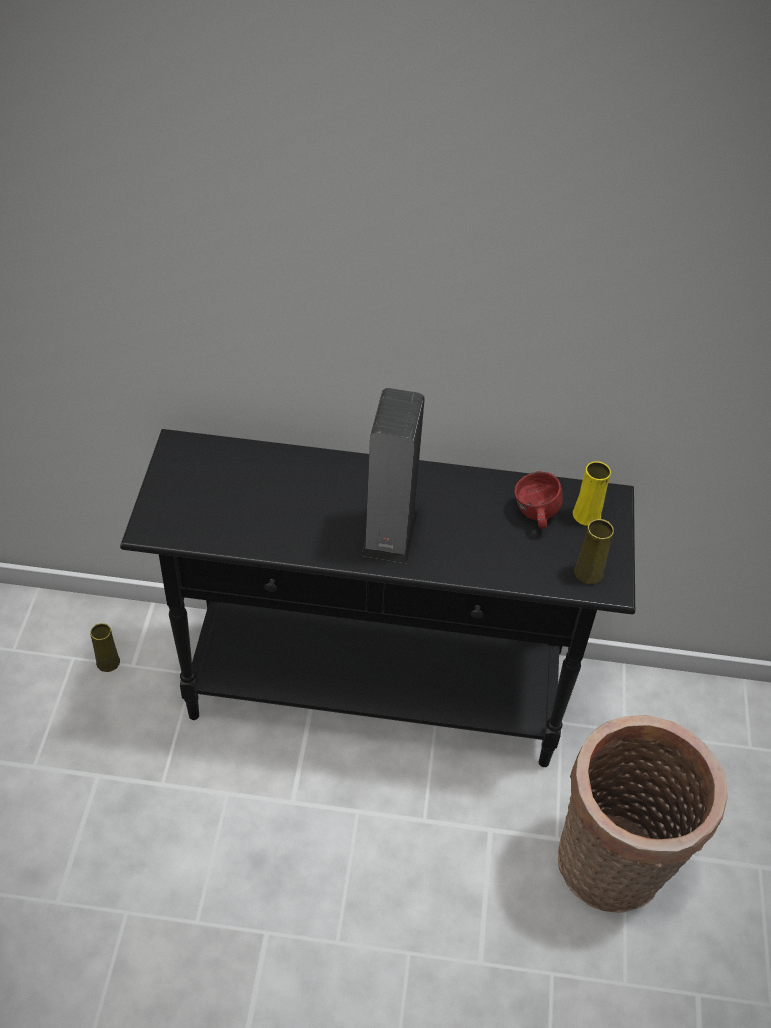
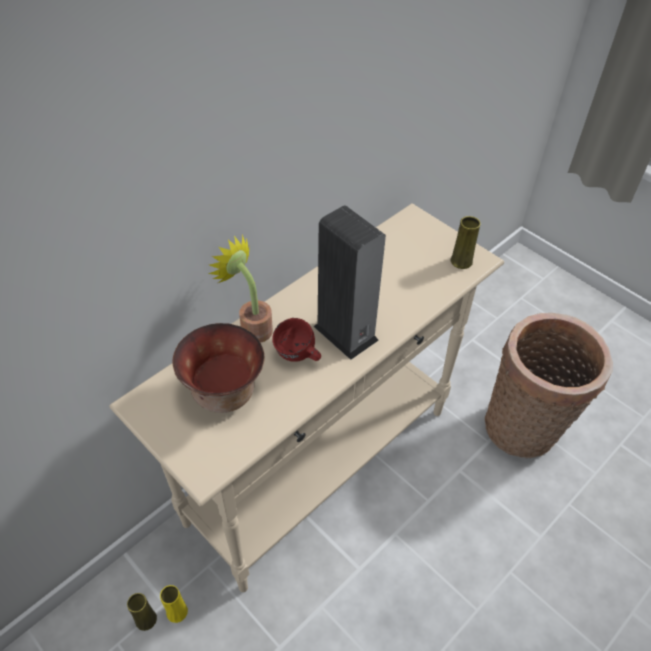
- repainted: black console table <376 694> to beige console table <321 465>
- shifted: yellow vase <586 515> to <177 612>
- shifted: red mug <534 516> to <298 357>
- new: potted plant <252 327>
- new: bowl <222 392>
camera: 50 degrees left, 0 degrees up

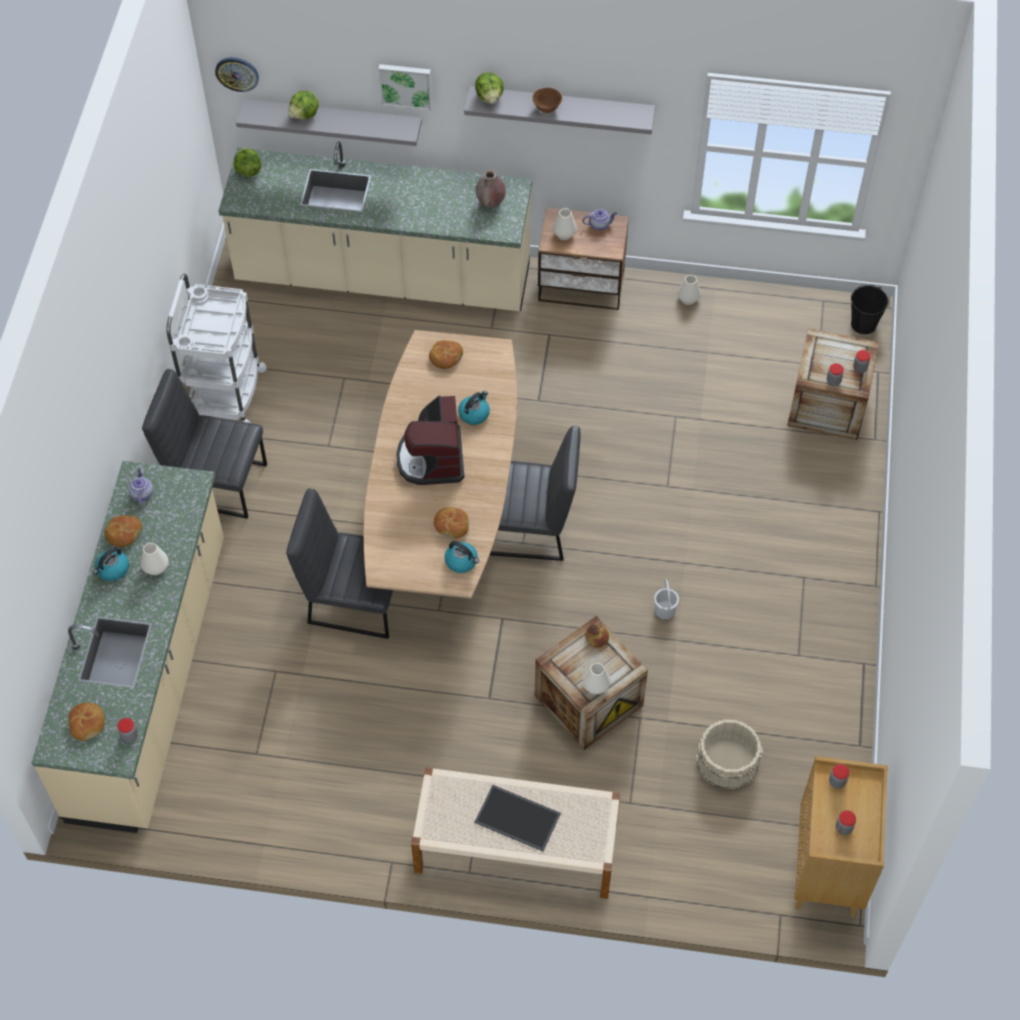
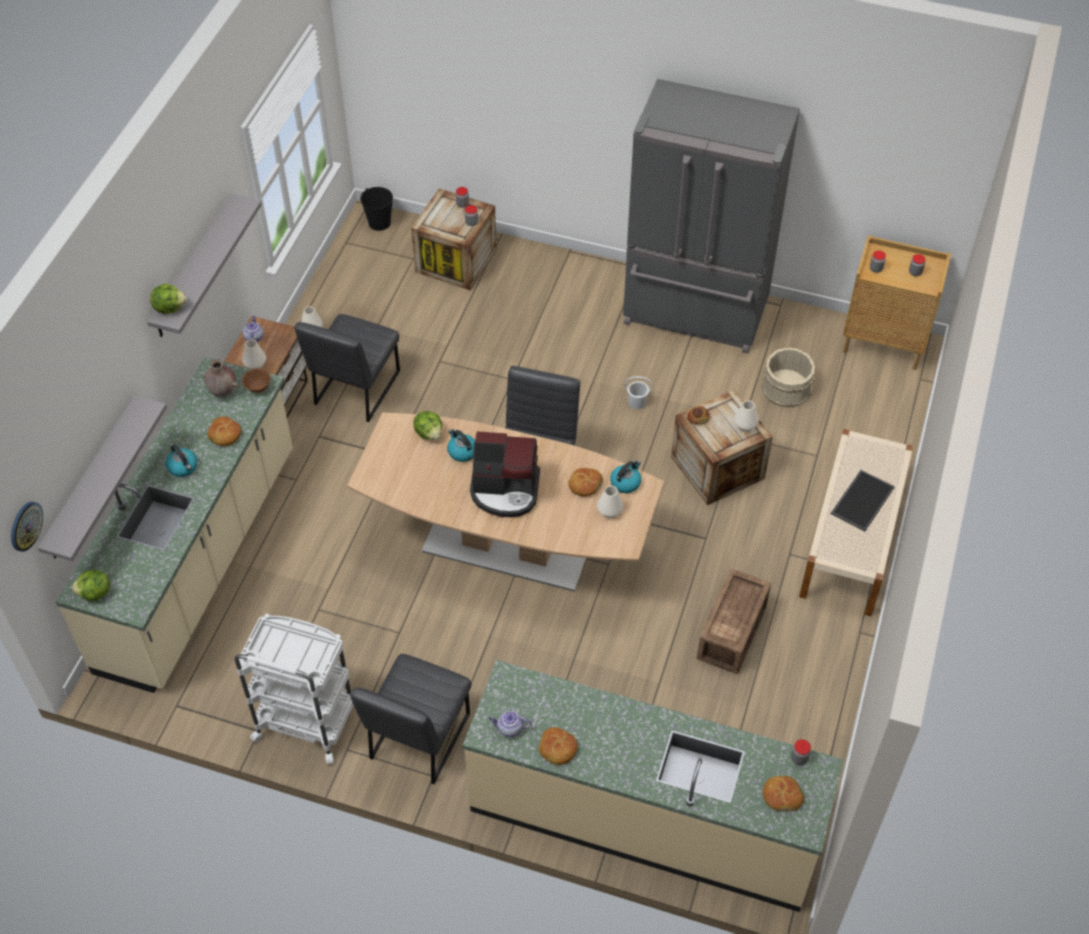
- gone: picture <406 85>
- shifted: brown bowl <546 108> to <257 388>
- shifted: lettuce <305 115> to <429 433>
- shifted: bread <445 357> to <224 435>
- shifted: grey chair <353 600> to <355 389>
- shifted: white vase <156 567> to <610 511>
- shifted: kettle <112 569> to <183 467>
- new: grey fridge <695 312>
- new: crate <733 631>
camera: 80 degrees left, 5 degrees down

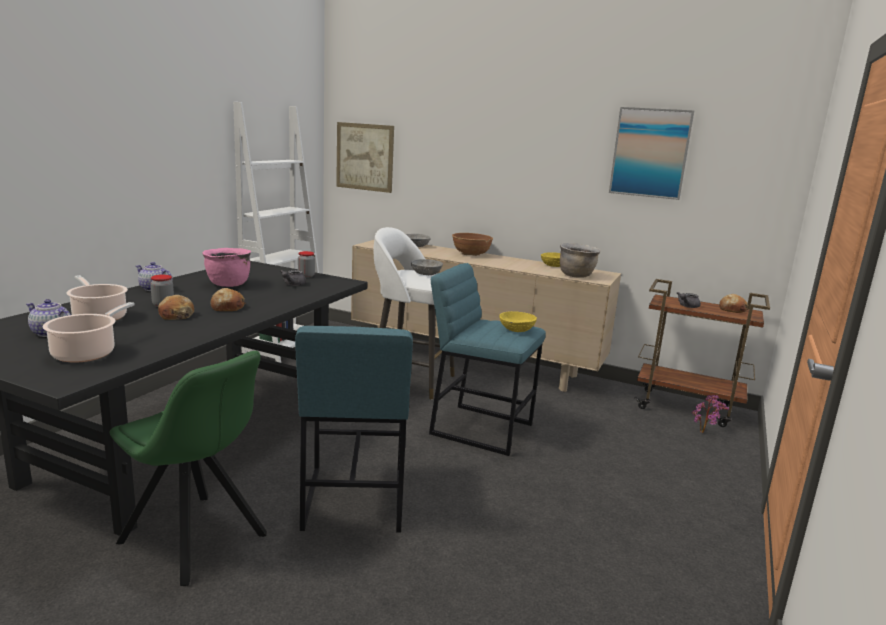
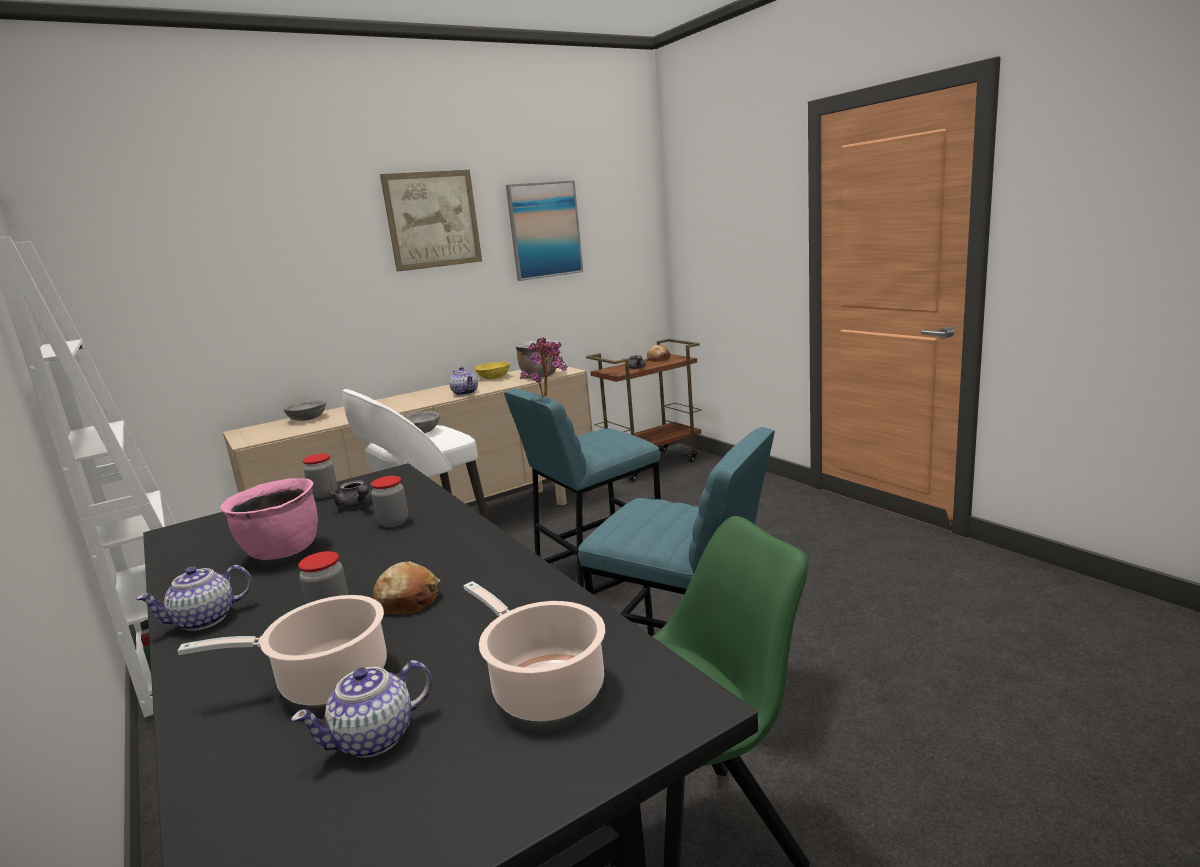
- shifted: picture <365 157> to <432 220>
- gone: brown bowl <471 254>
- gone: bread <227 307>
- gone: yellow bowl <517 329>
- shifted: potted plant <705 433> to <548 395>
- new: teapot <465 393>
- new: jar <393 522>
camera: 55 degrees left, 0 degrees up

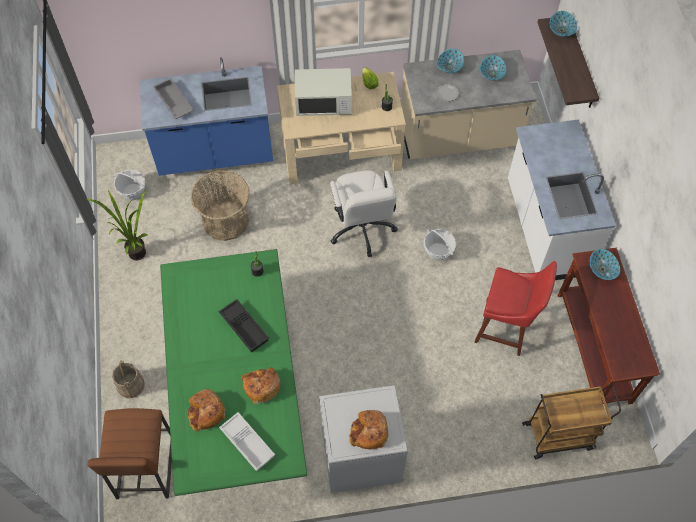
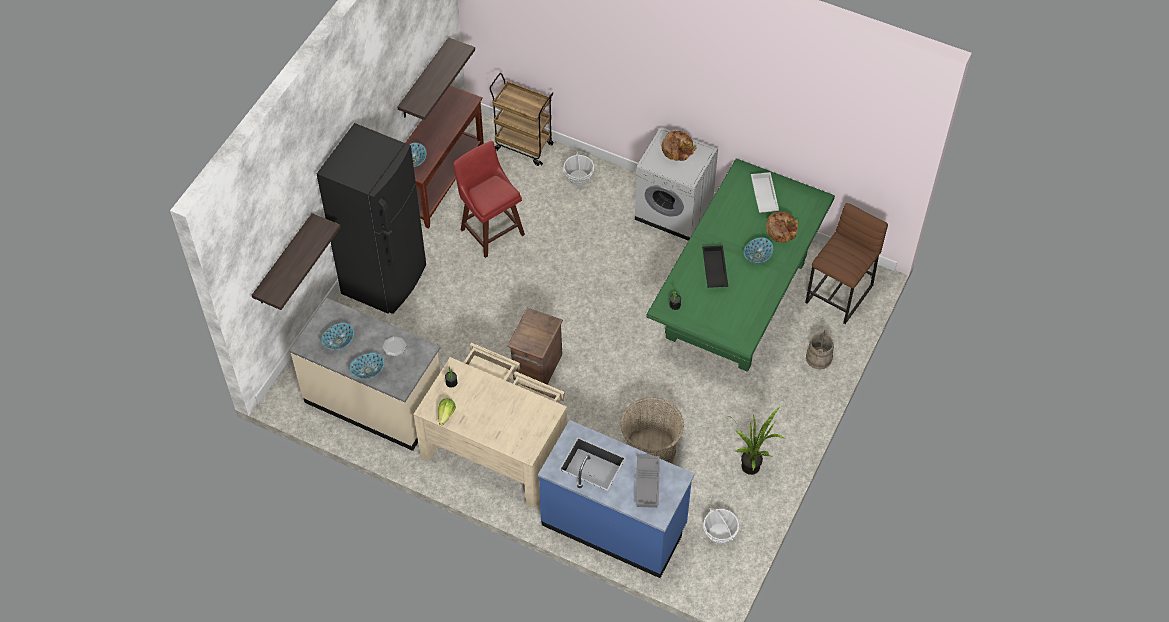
- shifted: bowl <561 30> to <757 256>
- gone: white microwave <324 103>
- swapped: white counter <545 228> to black fridge <384 280>
- swapped: white office chair <362 231> to crate <537 368>
- shifted: basket <438 251> to <578 177>
- gone: bread <261 386>
- new: shelf <424 80>
camera: 145 degrees left, 5 degrees down

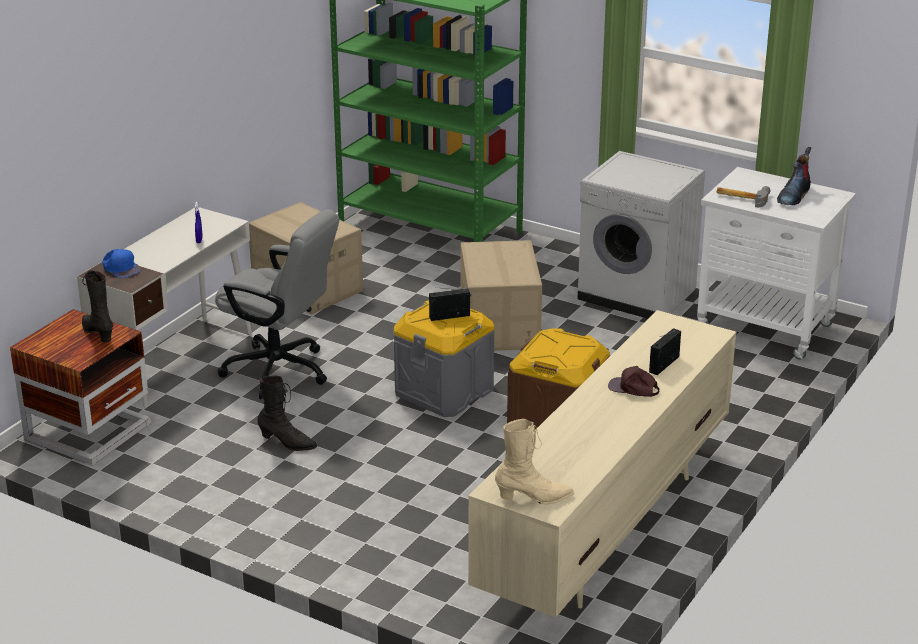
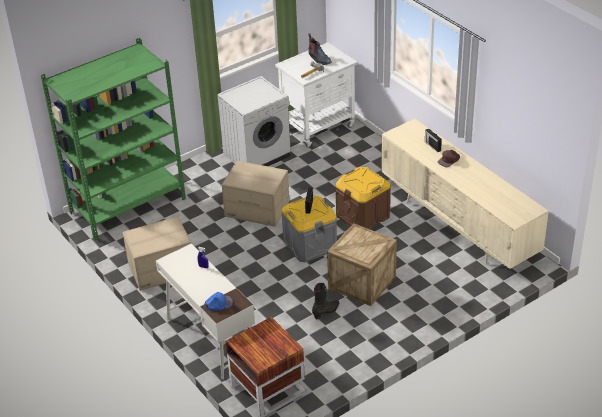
- gone: grey office chair <281 372>
- gone: black boot <98 333>
- gone: beige boot <534 498>
- new: crate <362 282>
camera: 65 degrees left, 10 degrees up

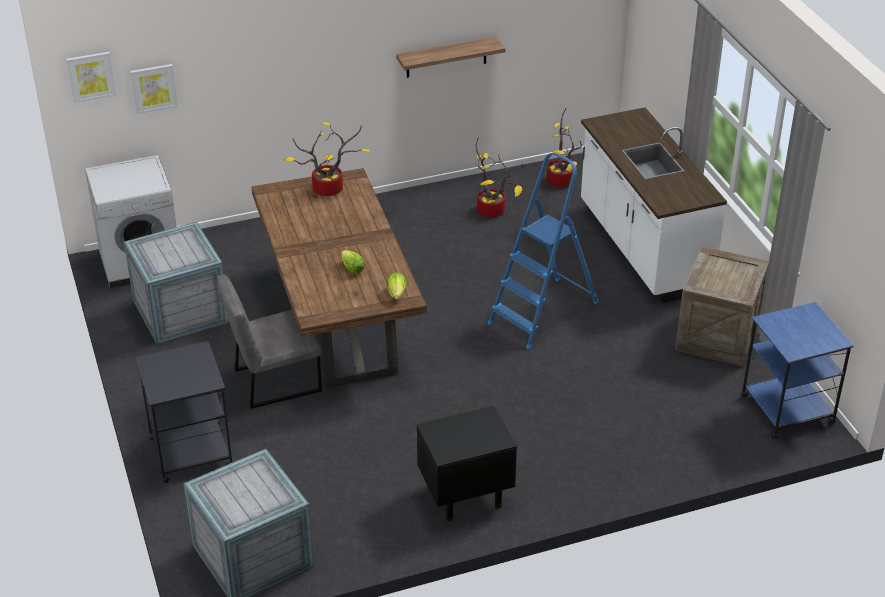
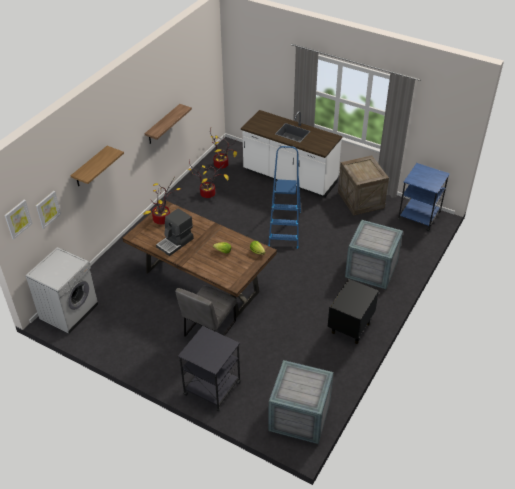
- shifted: crate <180 311> to <370 269>
- new: shelf <90 167>
- new: coffee machine <175 243>
camera: 40 degrees left, 5 degrees up

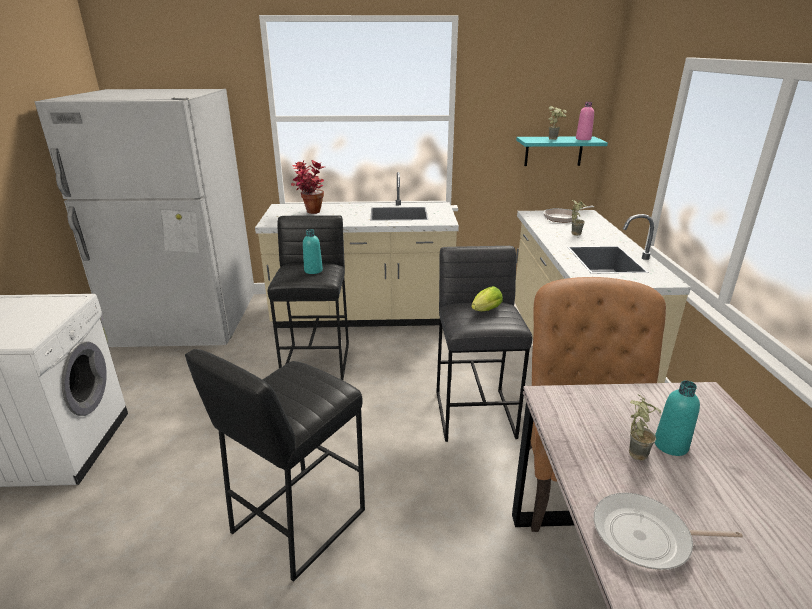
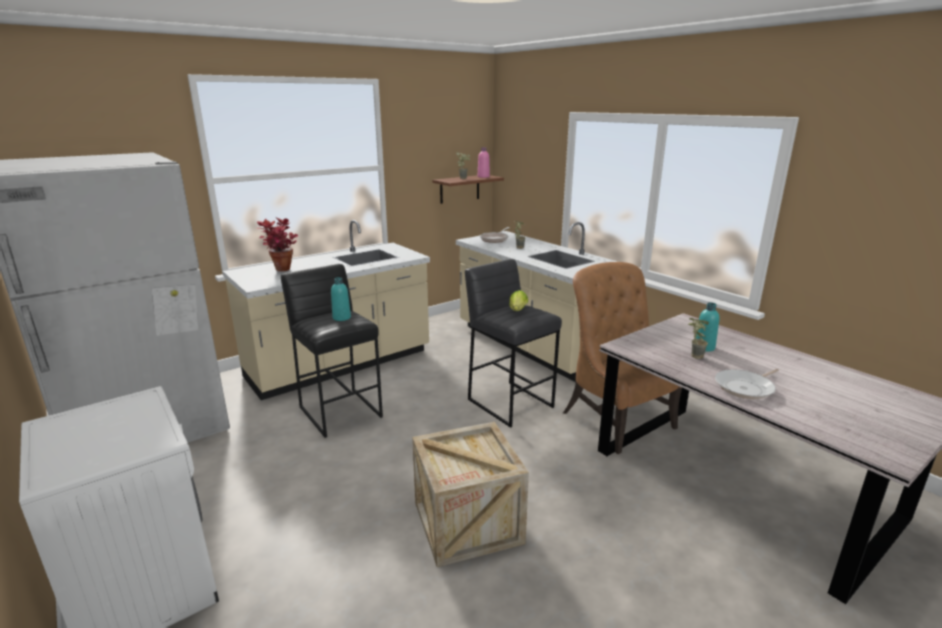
- repainted: turquoise shelf <553 151> to brown shelf <459 189>
- swapped: black stool <297 522> to crate <467 523>
camera: 35 degrees left, 5 degrees down

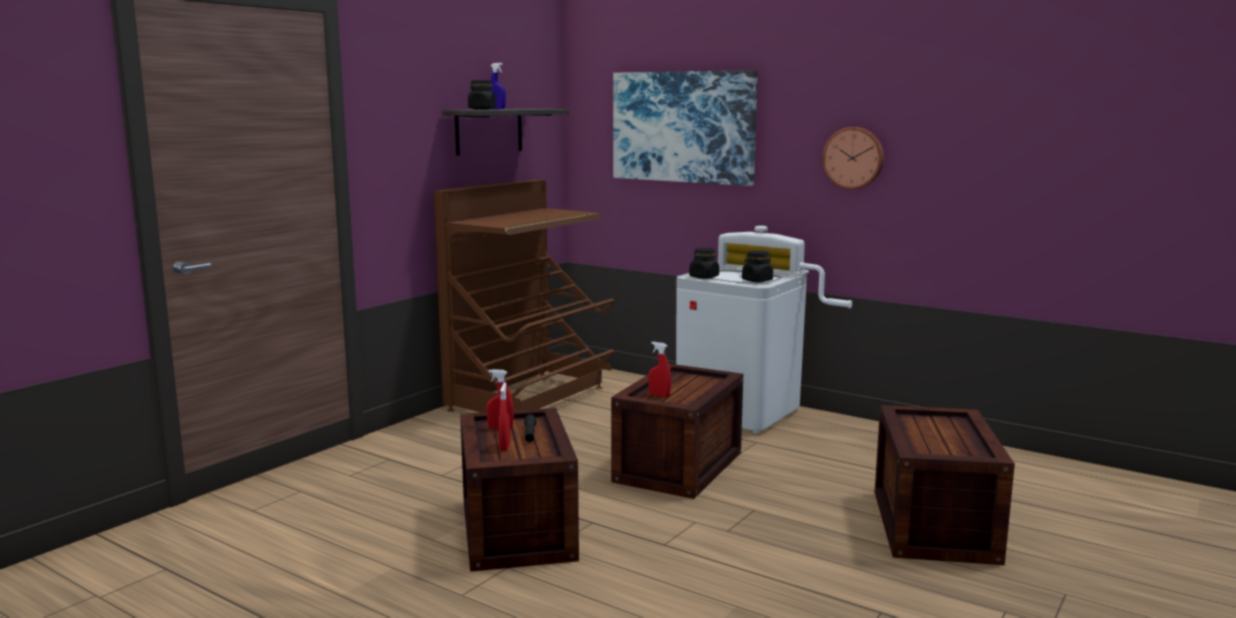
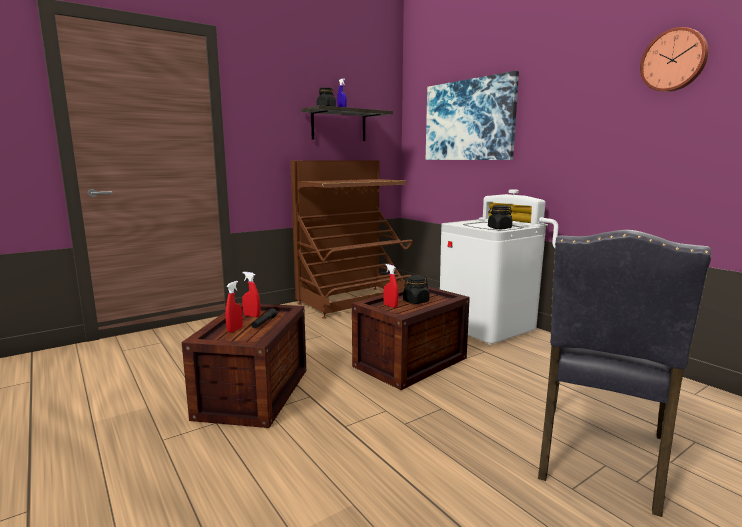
- shifted: wall clock <853 158> to <674 60>
- shifted: black jar <704 277> to <416 301>
- swapped: crate <934 526> to grey chair <600 457>
camera: 20 degrees right, 0 degrees up

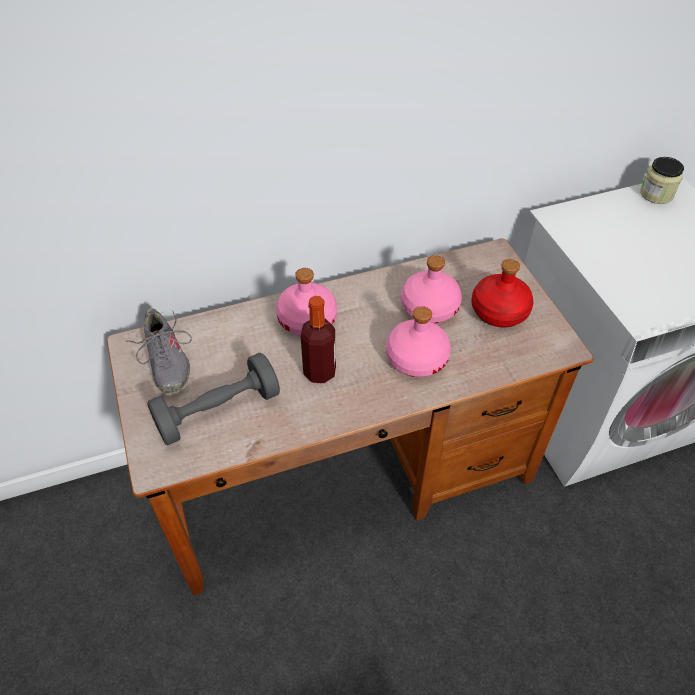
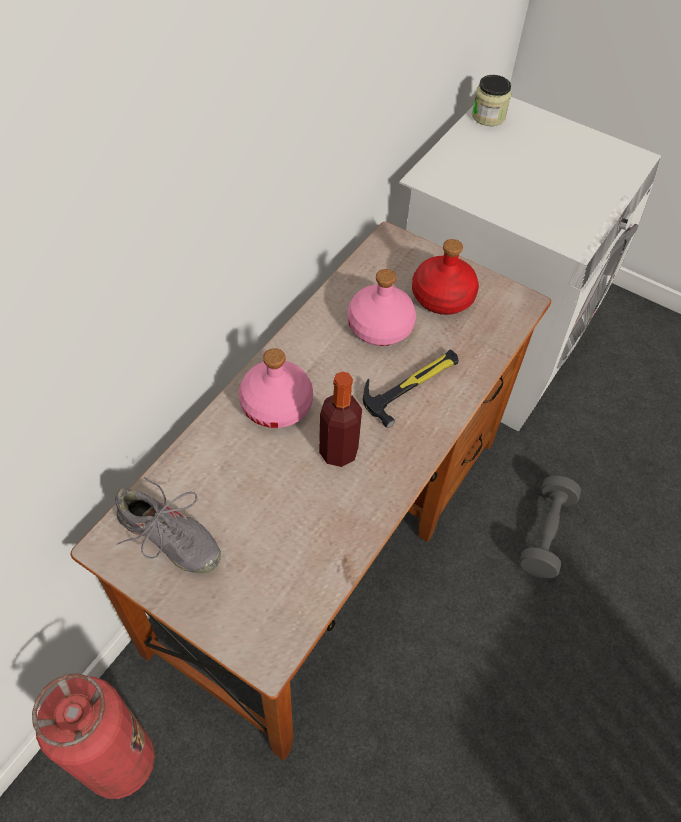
- swapped: pink bottle <416 358> to hammer <412 384>
- shifted: grey dumbbell <218 411> to <546 534>
- new: fire extinguisher <120 762>
camera: 40 degrees left, 5 degrees up

